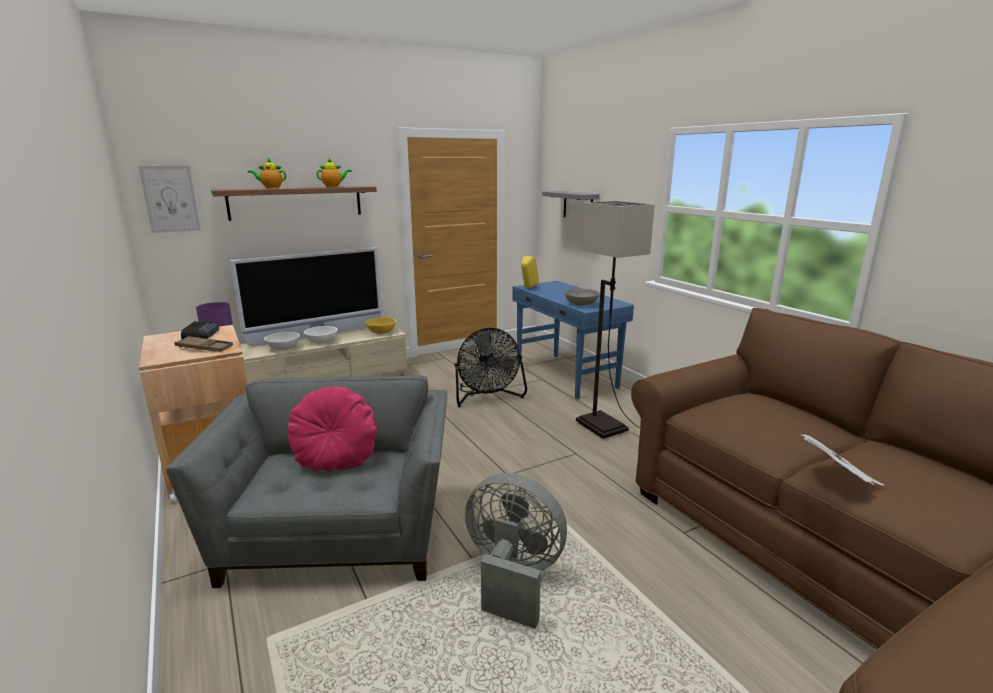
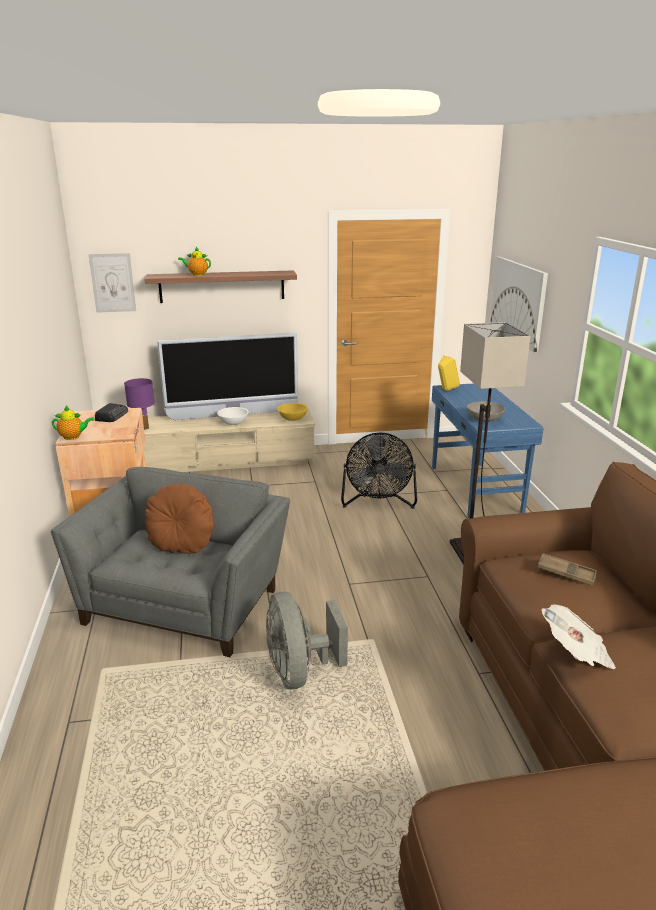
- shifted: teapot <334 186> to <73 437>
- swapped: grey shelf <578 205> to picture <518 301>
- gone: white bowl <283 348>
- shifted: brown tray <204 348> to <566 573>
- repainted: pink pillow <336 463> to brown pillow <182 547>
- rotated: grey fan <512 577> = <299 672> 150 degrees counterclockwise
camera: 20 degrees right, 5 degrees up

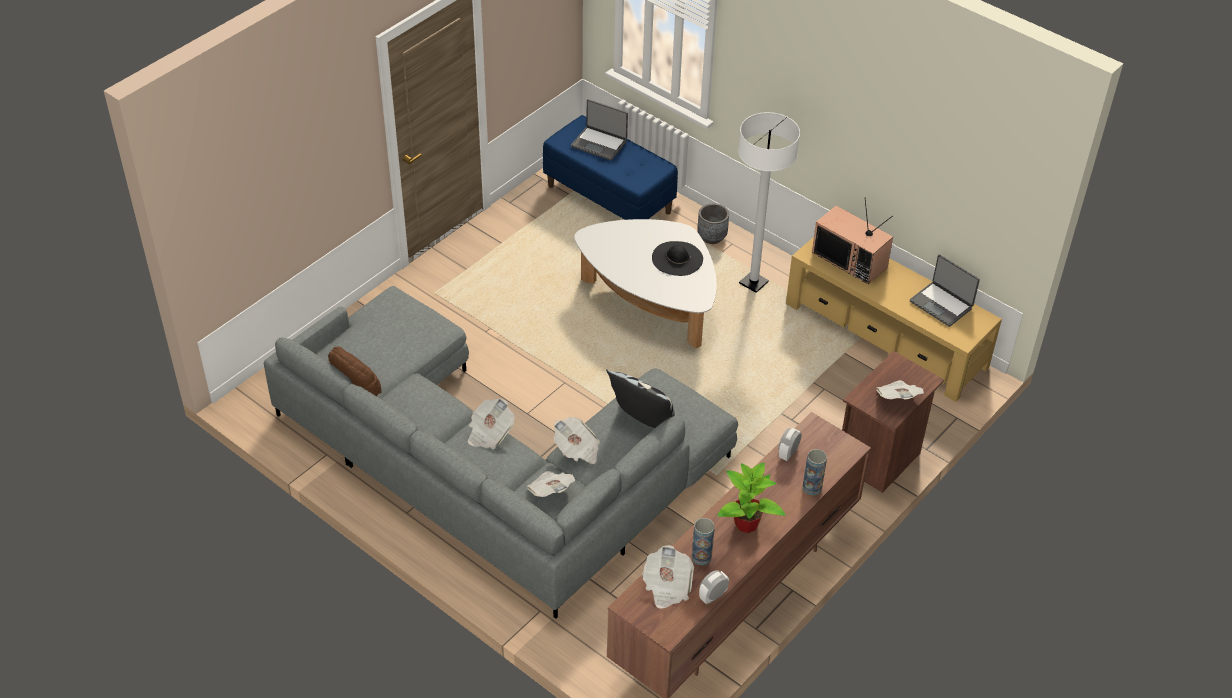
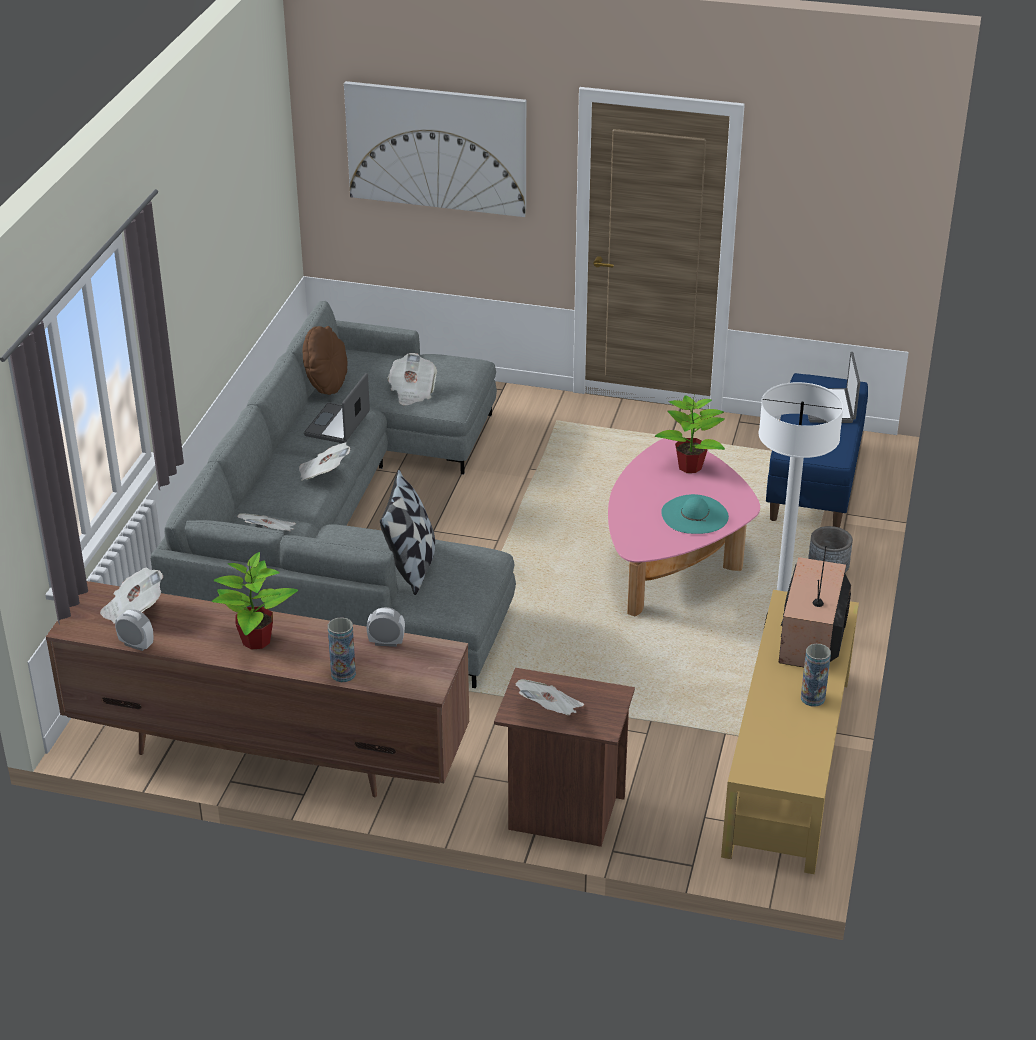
- repainted: white coffee table <650 302> to pink coffee table <673 561>
- repainted: black hat <677 258> to turquoise hat <694 515>
- shifted: laptop <941 304> to <338 425>
- shifted: newspaper <577 449> to <412 392>
- shifted: vase <701 557> to <812 698>
- new: picture <436 148>
- new: potted plant <690 466>
camera: 65 degrees right, 10 degrees down

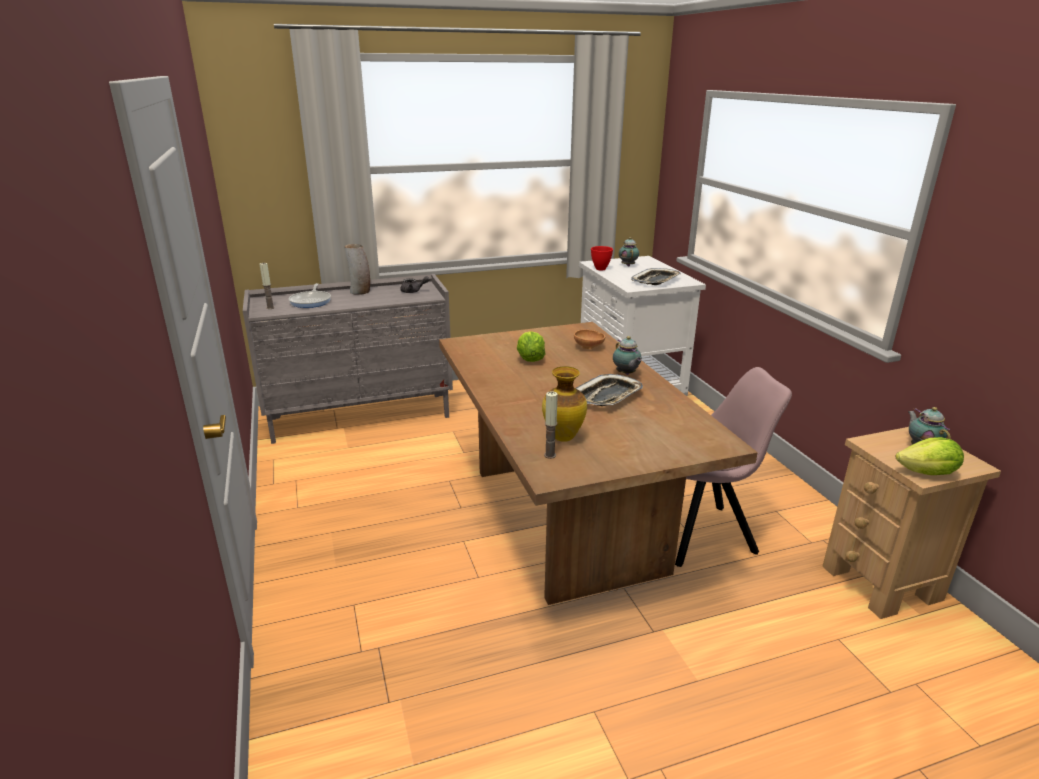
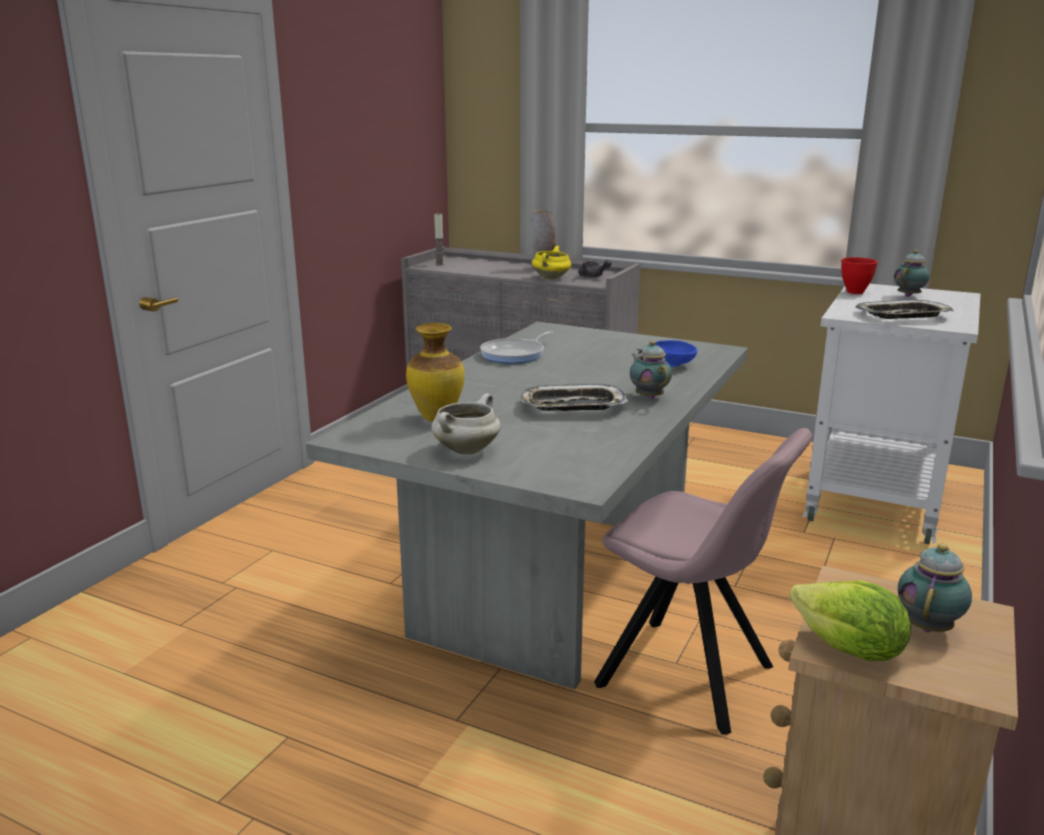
- shifted: frying pan <311 301> to <515 354>
- repainted: brown dining table <564 518> to grey dining table <556 580>
- repainted: brown bowl <589 347> to blue bowl <673 365>
- gone: lettuce <529 359>
- rotated: teapot <626 374> = <648 397> 135 degrees clockwise
- gone: candle <550 455>
- new: yellow cooking pot <551 278>
- new: white cooking pot <466 450>
camera: 45 degrees right, 5 degrees down

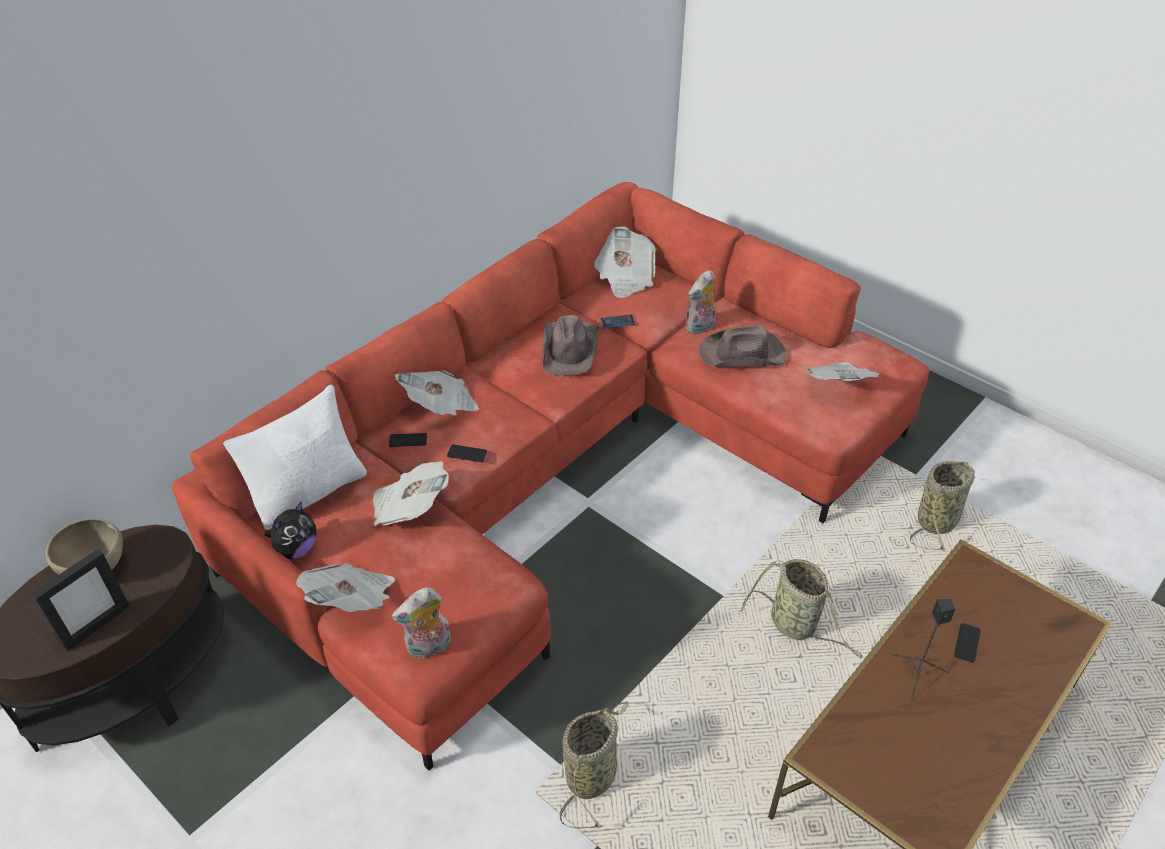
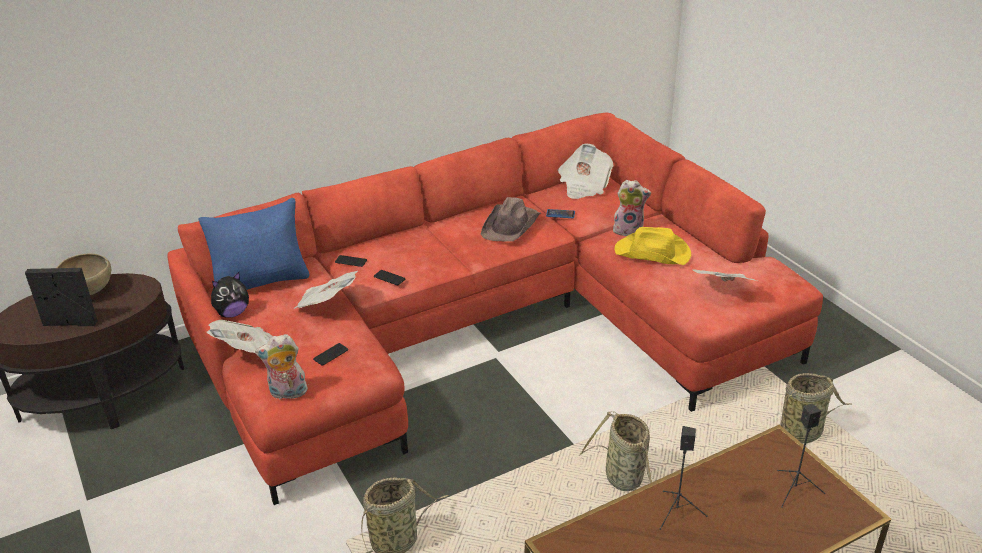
- rotated: plush toy <700 327> = <628 230> 150 degrees counterclockwise
- repainted: brown hat <743 354> to yellow hat <653 253>
- gone: newspaper <440 405>
- repainted: white pillow <309 492> to blue pillow <262 280>
- rotated: picture frame <95 625> = <70 324> 150 degrees counterclockwise
- shifted: phone <967 643> to <331 354>
- new: black speaker <795 490>
camera: 20 degrees right, 10 degrees down

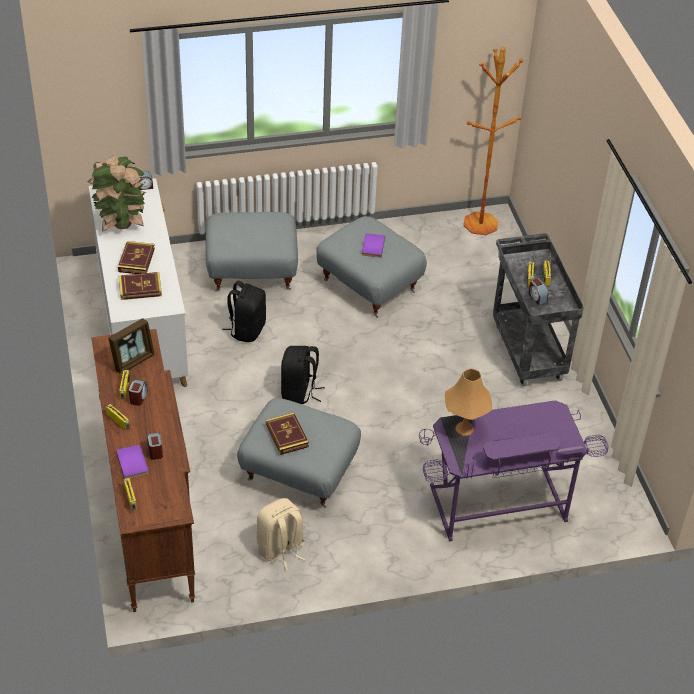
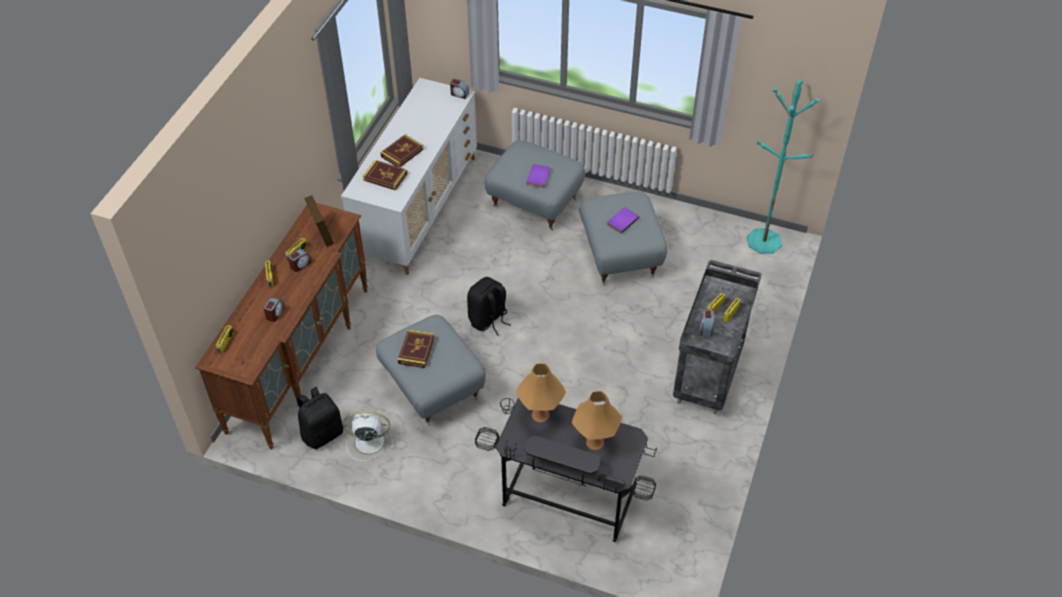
- repainted: orange clothes rack <481 223> to turquoise clothes rack <764 241>
- gone: potted plant <121 223>
- shifted: black backpack <247 330> to <322 433>
- rotated: picture frame <133 361> = <321 234> 105 degrees counterclockwise
- repainted: purple desk <499 506> to black desk <568 498>
- shifted: purple book <133 463> to <539 177>
- swapped: beige backpack <281 549> to white fan <368 441>
- new: orange table lamp <595 442>
camera: 35 degrees right, 5 degrees up

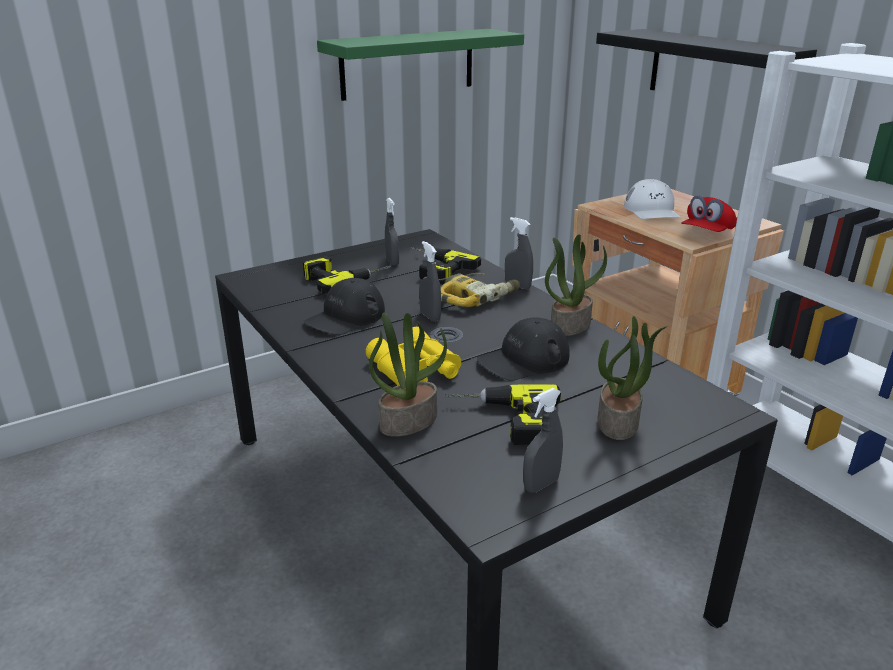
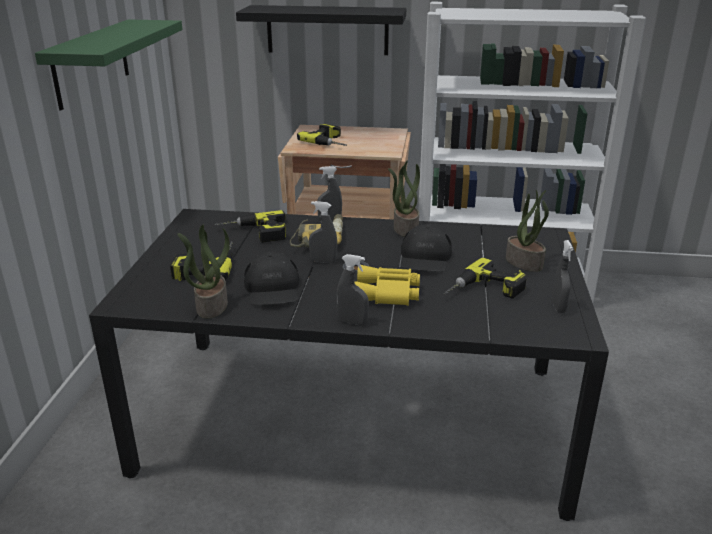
- swapped: white cap <652 210> to power drill <331 141>
- gone: red cap <707 233>
- shifted: grey spray bottle <392 262> to <352 322>
- shifted: potted plant <408 421> to <211 305>
camera: 50 degrees left, 0 degrees up

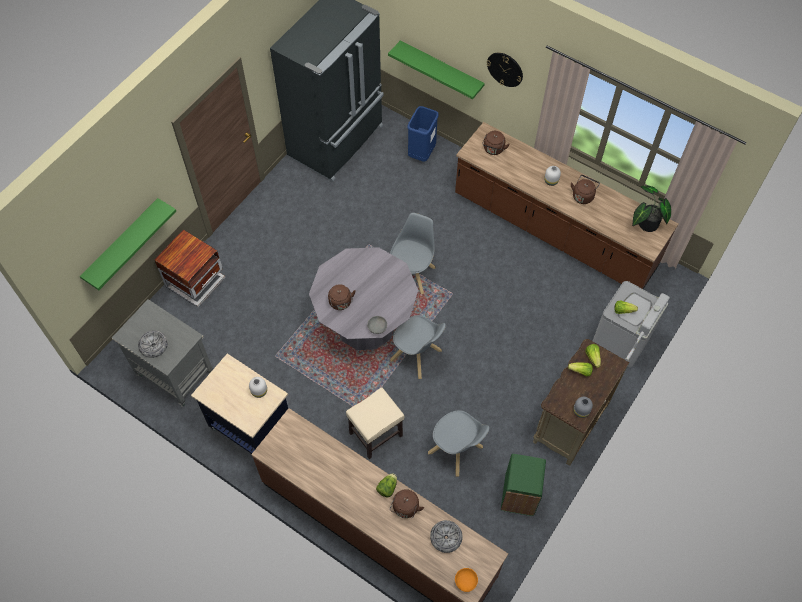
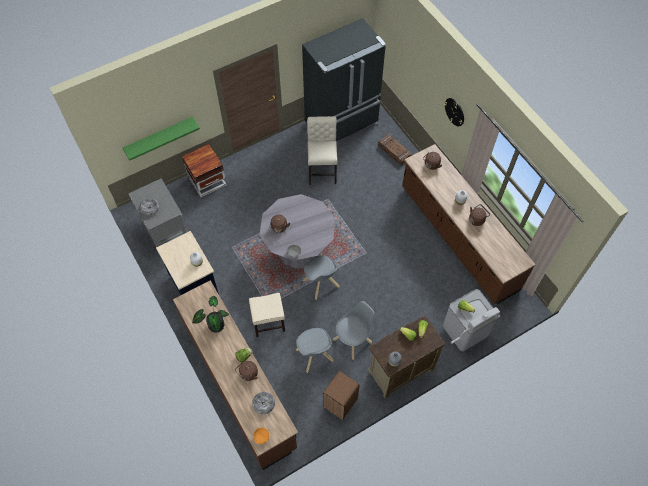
- gone: green shelf <441 68>
- swapped: blue trash can <421 153> to crate <394 152>
- shifted: potted plant <645 224> to <214 324>
- shifted: grey chair <412 273> to <353 340>
- repainted: green trash can <518 496> to brown trash can <339 403>
- new: beige stool <322 170>
camera: 25 degrees right, 0 degrees up

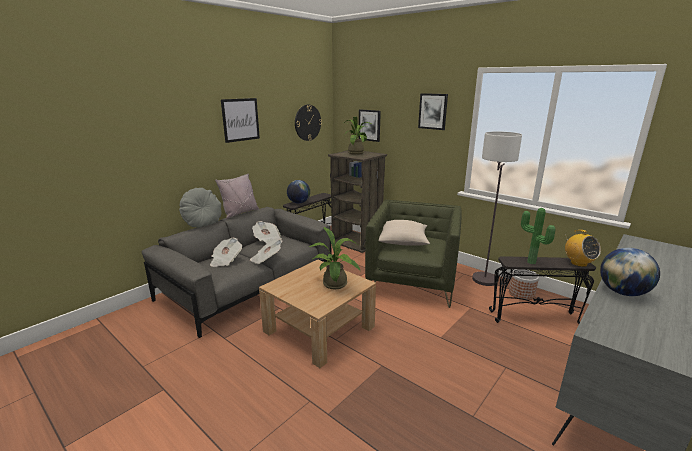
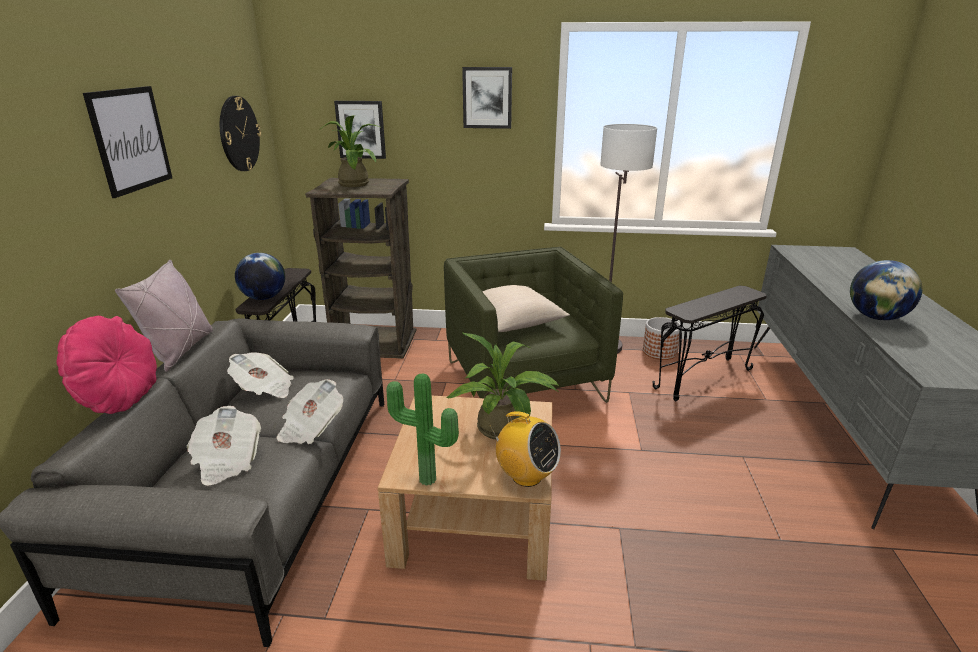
- repainted: grey pillow <203 225> to pink pillow <121 401>
- shifted: potted plant <530 262> to <426 481>
- shifted: radio <578 263> to <526 476>
camera: 35 degrees left, 5 degrees up

